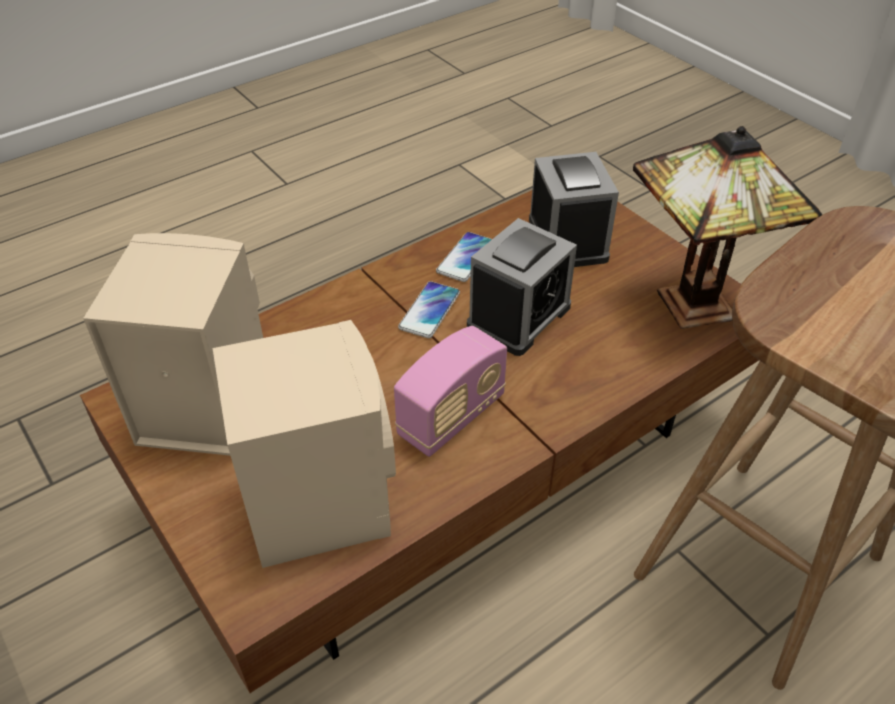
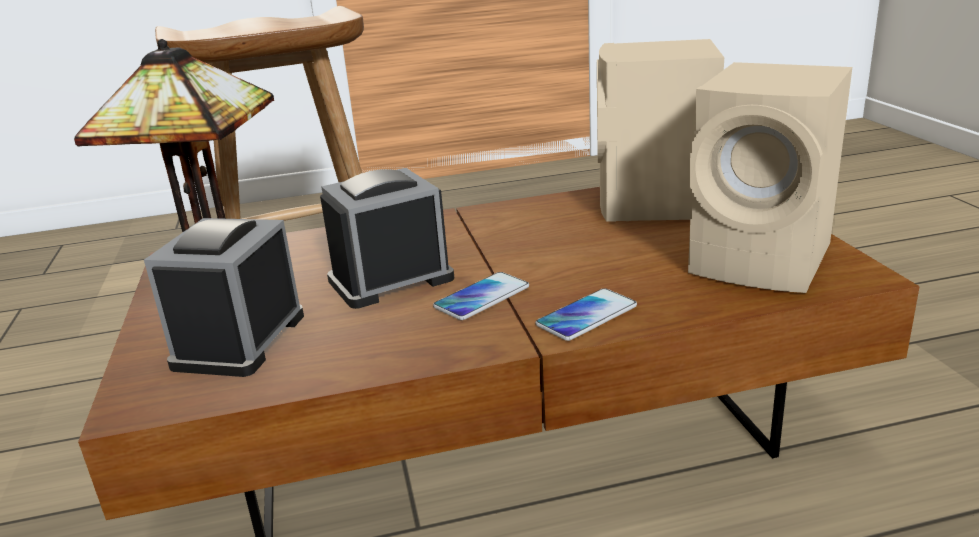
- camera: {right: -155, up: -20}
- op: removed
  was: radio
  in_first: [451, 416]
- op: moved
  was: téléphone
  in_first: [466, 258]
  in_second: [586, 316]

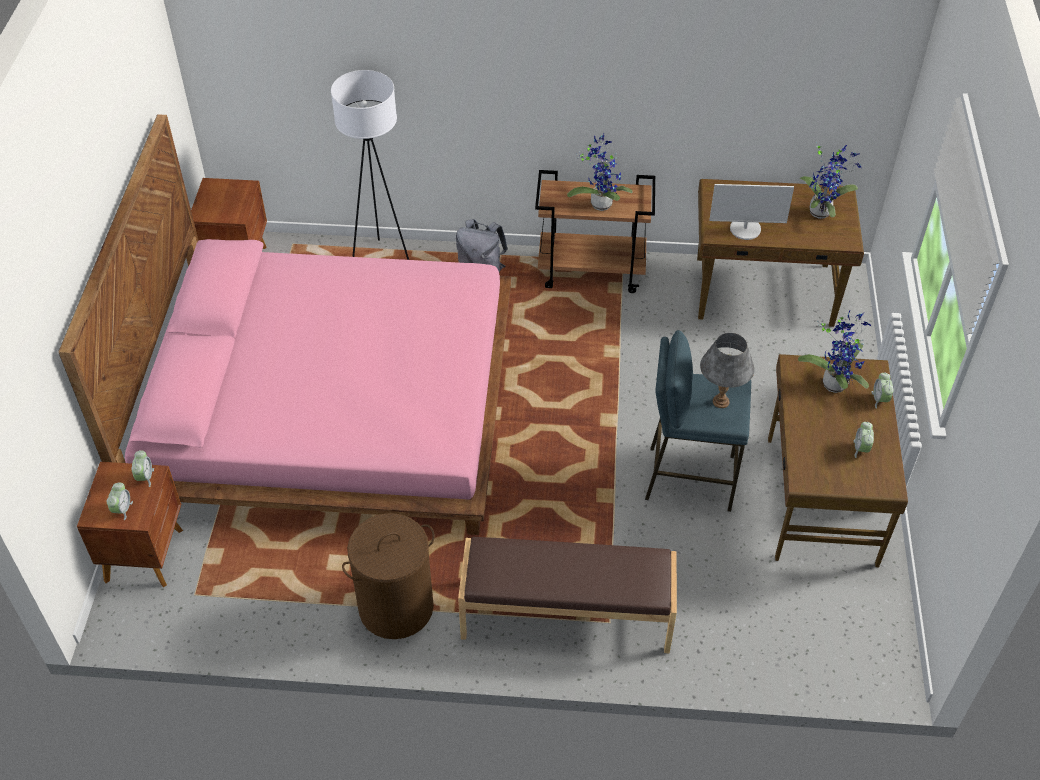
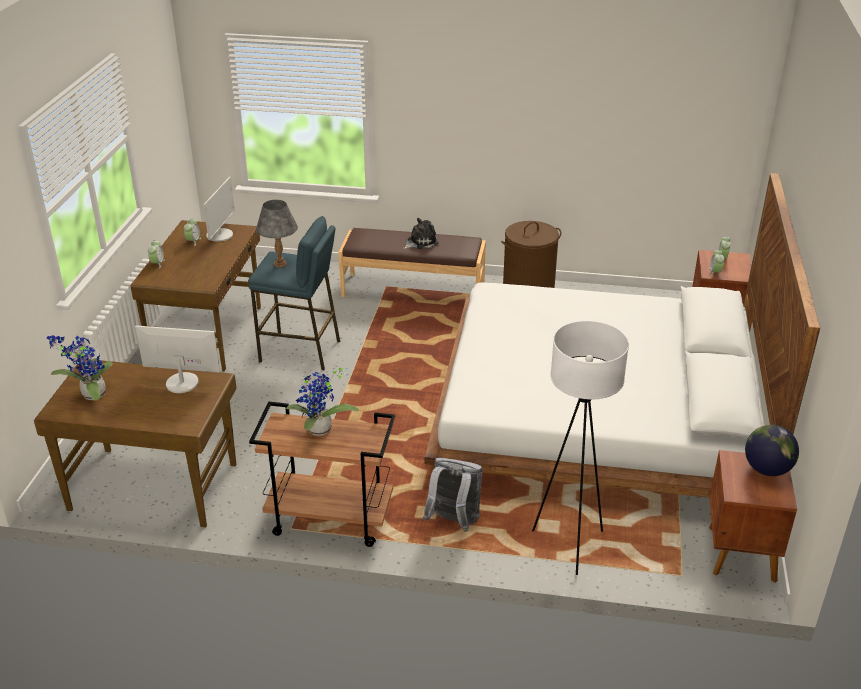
- camera: {right: -175, up: -15}
- op: removed
  was: plante en pot
  in_first: [834, 382]
- op: added
  now: écran d'ordinateur
  in_second: [220, 235]
- op: added
  now: peluche
  in_second: [420, 242]
- op: added
  now: globe
  in_second: [767, 469]
- op: recoloured
  was: lit/rose
  now: lit/blanc
  in_first: [331, 404]
  in_second: [598, 414]

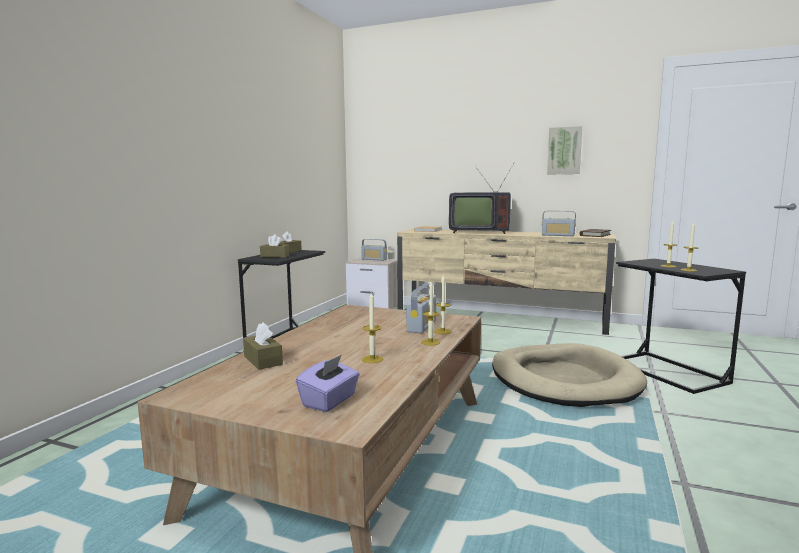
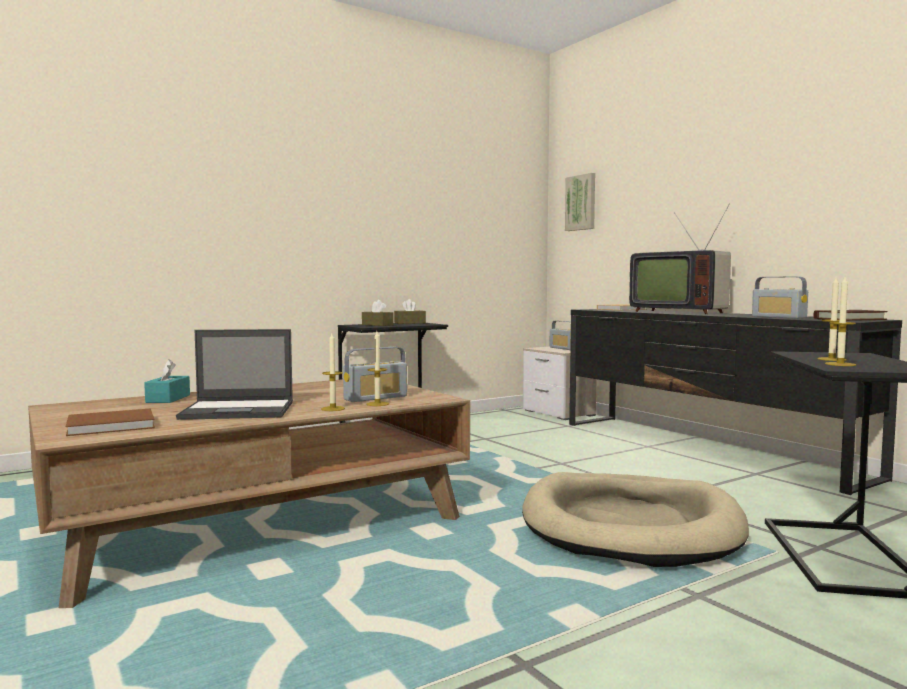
- camera: {right: 35, up: -5}
- op: moved
  was: tableau
  in_first: [564, 151]
  in_second: [581, 202]
- op: replaced
  was: boîte à mouchoirs/violet
  now: livre/marron
  in_first: [330, 401]
  in_second: [114, 425]
- op: replaced
  was: bougie
  now: ordinateur portable
  in_first: [372, 359]
  in_second: [240, 410]
- op: recoloured
  was: boîte à mouchoirs/marron
  now: boîte à mouchoirs/turquoise
  in_first: [263, 360]
  in_second: [168, 399]
- op: recoloured
  was: meuble télé/beige
  now: meuble télé/noir
  in_first: [500, 319]
  in_second: [704, 448]

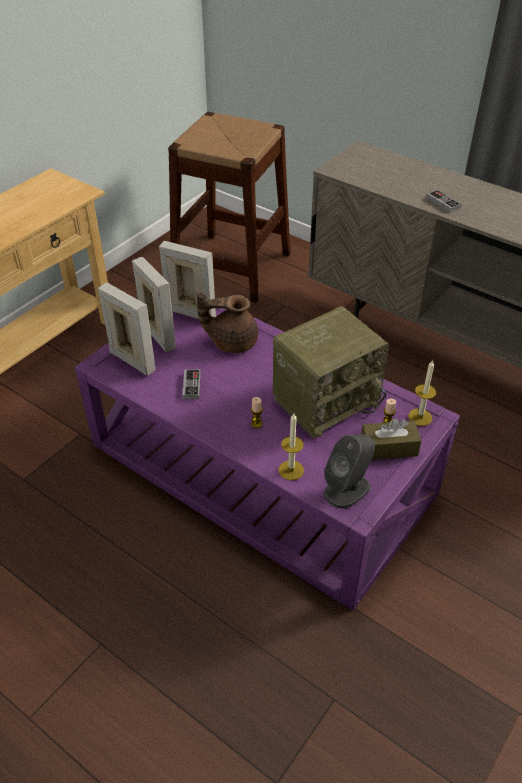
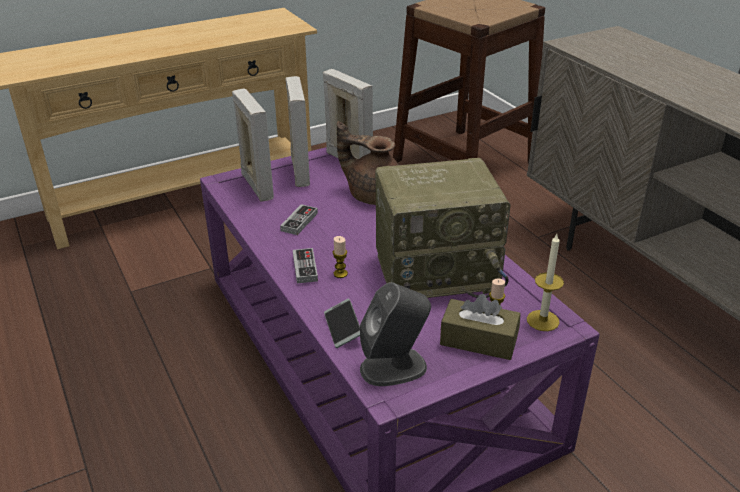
- camera: {right: 25, up: -10}
- op: moved
  was: manette
  in_first: [443, 203]
  in_second: [305, 268]
- op: replaced
  was: bougie
  now: téléphone
  in_first: [291, 470]
  in_second: [342, 328]

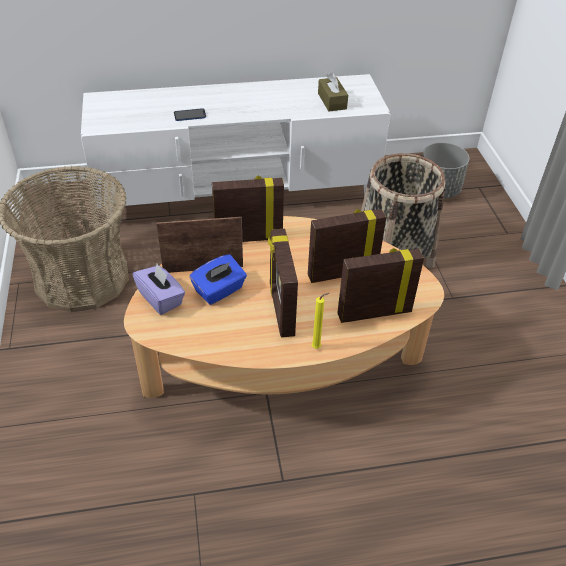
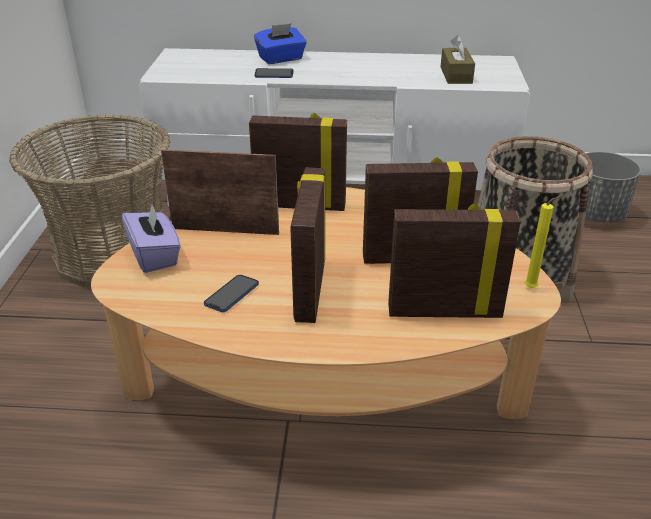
- camera: {right: 15, up: -10}
- op: added
  now: téléphone
  in_second: [231, 294]
- op: moved
  was: boîte à mouchoirs/bleu
  in_first: [219, 291]
  in_second: [281, 59]
- op: moved
  was: bougie/jaune
  in_first: [317, 347]
  in_second: [532, 288]

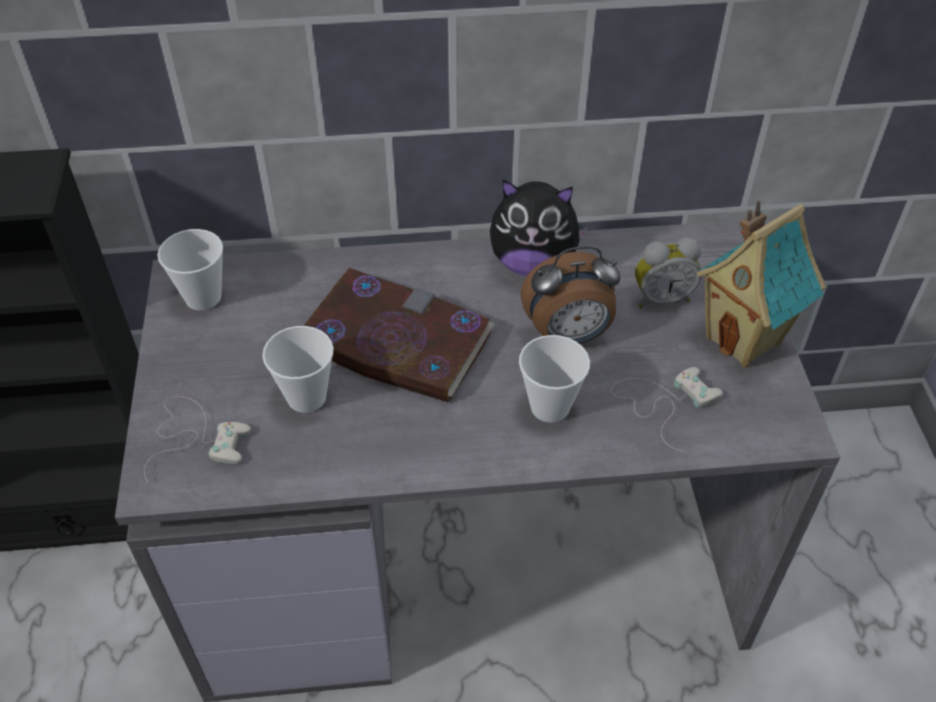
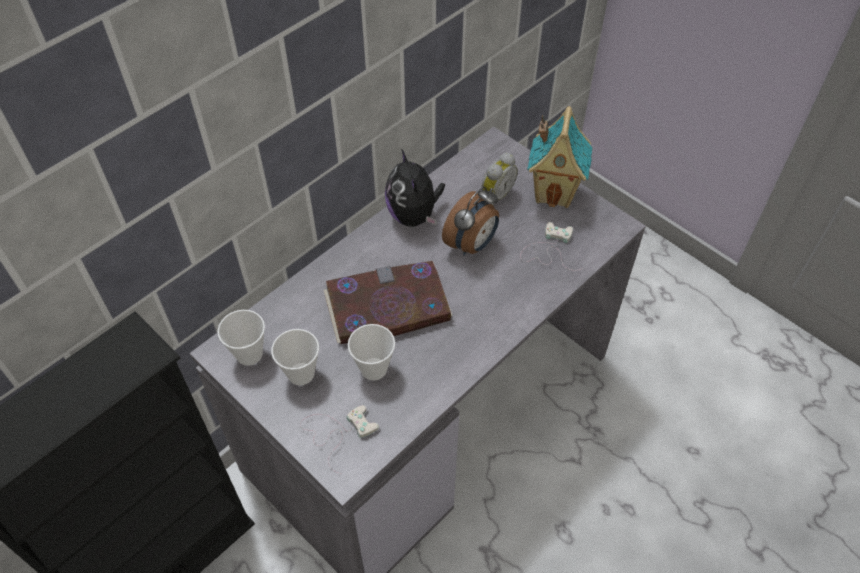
- camera: {right: -40, up: 5}
- op: moved
  was: tasse
  in_first: [550, 407]
  in_second: [301, 374]
- op: turned
  was: peluche
  in_first: [533, 263]
  in_second: [414, 215]
  clockwise: 105

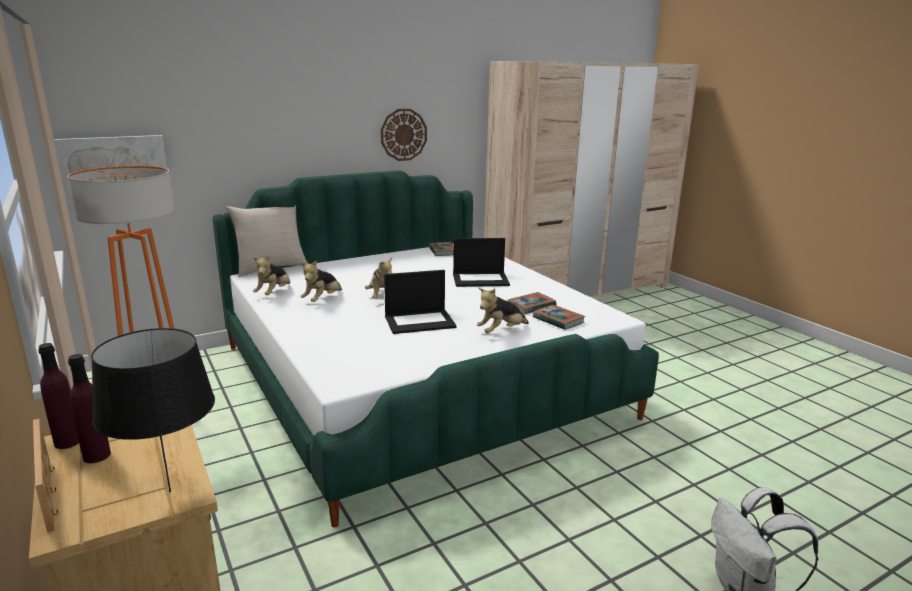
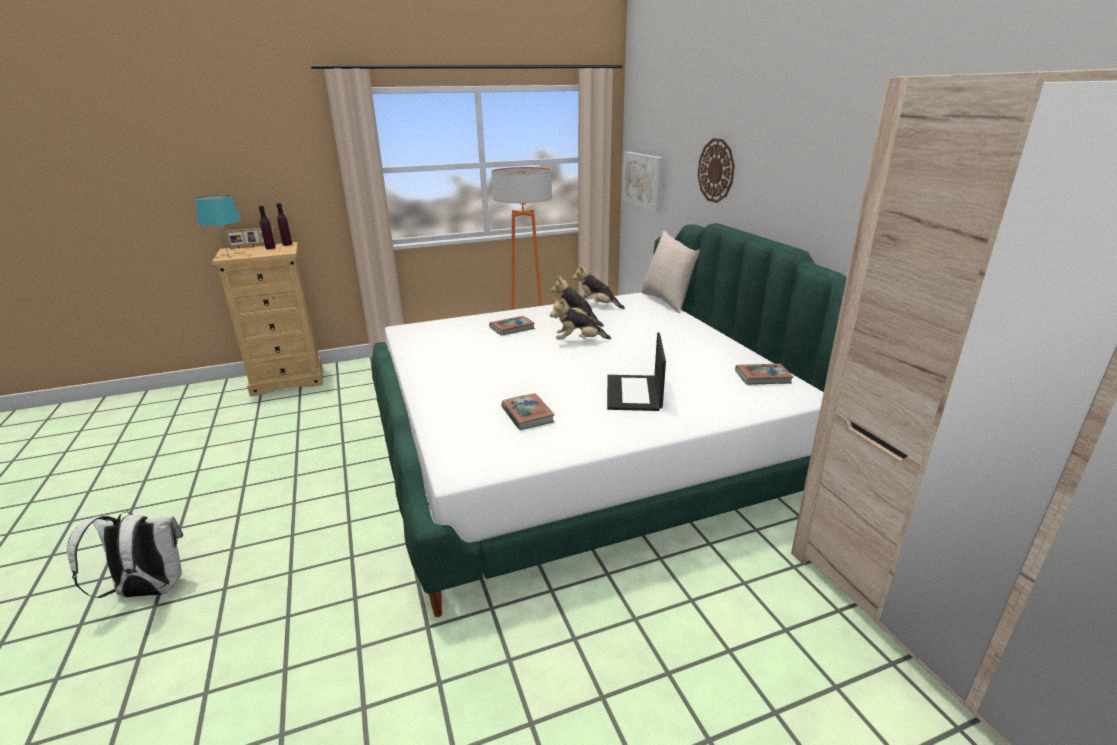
- camera: {right: 100, up: 5}
- op: removed
  was: ordinateur portable
  in_first: [420, 321]
- op: removed
  was: peluche
  in_first: [501, 331]
- op: moved
  was: horloge murale
  in_first: [403, 134]
  in_second: [716, 170]
- op: moved
  was: livre
  in_first: [558, 320]
  in_second: [512, 328]
- op: recoloured
  was: lampe de table/noir
  now: lampe de table/turquoise
  in_first: [169, 491]
  in_second: [229, 256]

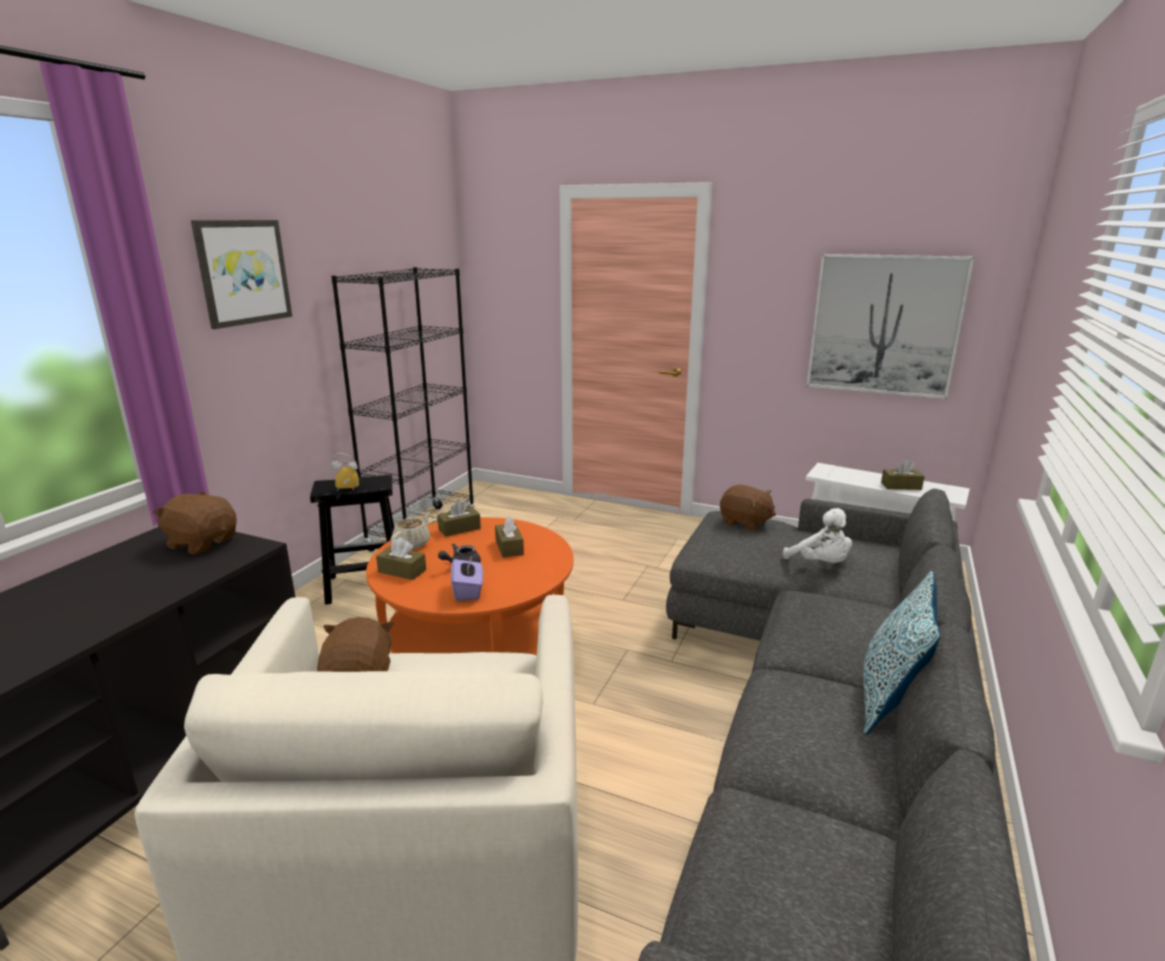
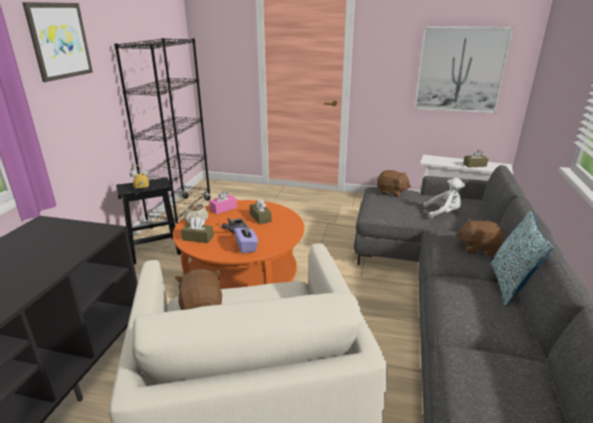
- camera: {right: -10, up: 5}
- op: moved
  was: peluche/marron
  in_first: [202, 543]
  in_second: [478, 248]
- op: recoloured
  was: boîte à mouchoirs/marron
  now: boîte à mouchoirs/rose
  in_first: [459, 529]
  in_second: [223, 209]
- op: turned
  was: peluche/blanc
  in_first: [820, 564]
  in_second: [443, 213]
  clockwise: -45

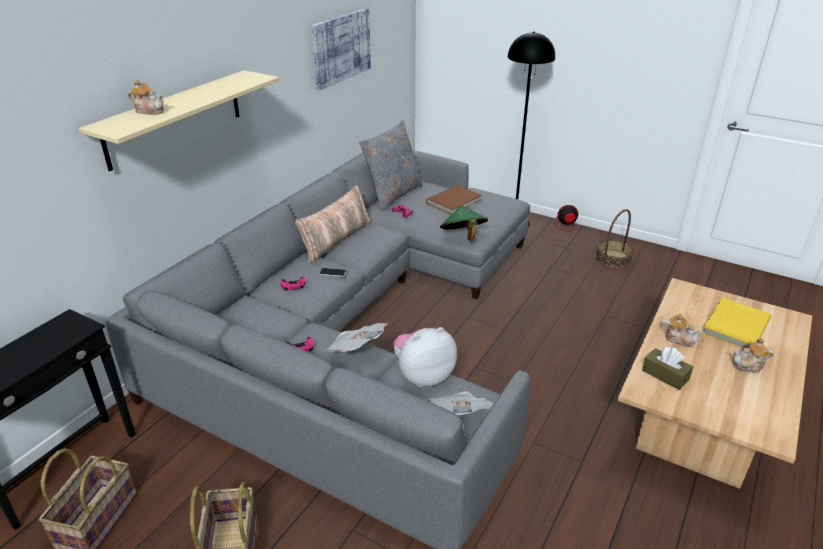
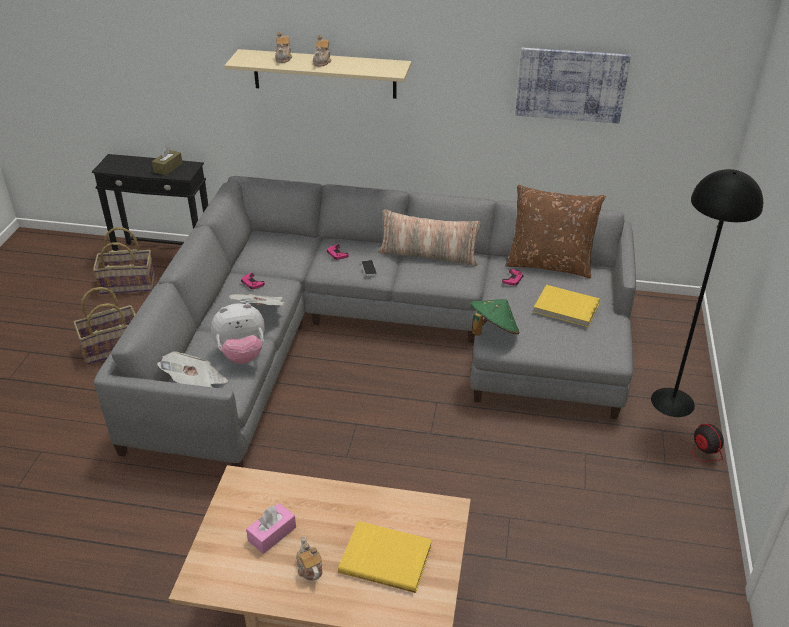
- camera: {right: 70, up: 5}
- op: removed
  was: panier
  in_first: [613, 258]
- op: added
  now: boîte à mouchoirs/rose
  in_second: [272, 534]
- op: moved
  was: boîte à mouchoirs/marron
  in_first: [665, 375]
  in_second: [168, 167]
- op: moved
  was: théière
  in_first: [678, 339]
  in_second: [322, 61]
- op: recoloured
  was: coussin/gris
  now: coussin/marron
  in_first: [393, 195]
  in_second: [549, 264]
- op: recoloured
  was: livre/marron
  now: livre/jaune
  in_first: [454, 202]
  in_second: [566, 308]
- op: turned
  was: peluche
  in_first: [423, 375]
  in_second: [242, 354]
  clockwise: 120

